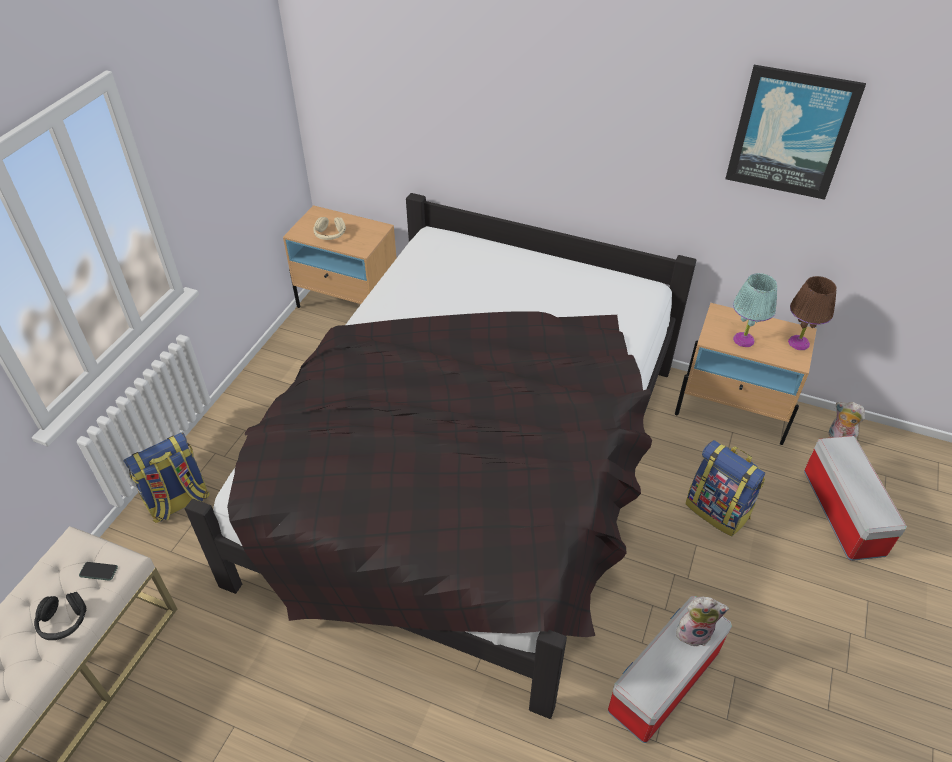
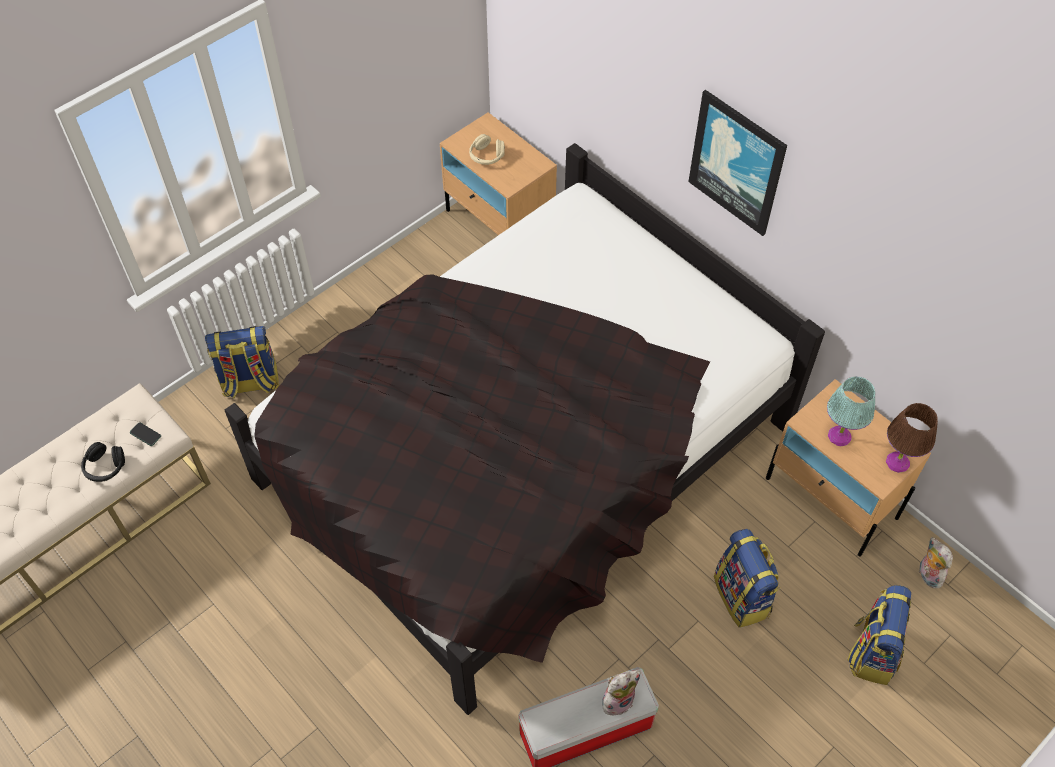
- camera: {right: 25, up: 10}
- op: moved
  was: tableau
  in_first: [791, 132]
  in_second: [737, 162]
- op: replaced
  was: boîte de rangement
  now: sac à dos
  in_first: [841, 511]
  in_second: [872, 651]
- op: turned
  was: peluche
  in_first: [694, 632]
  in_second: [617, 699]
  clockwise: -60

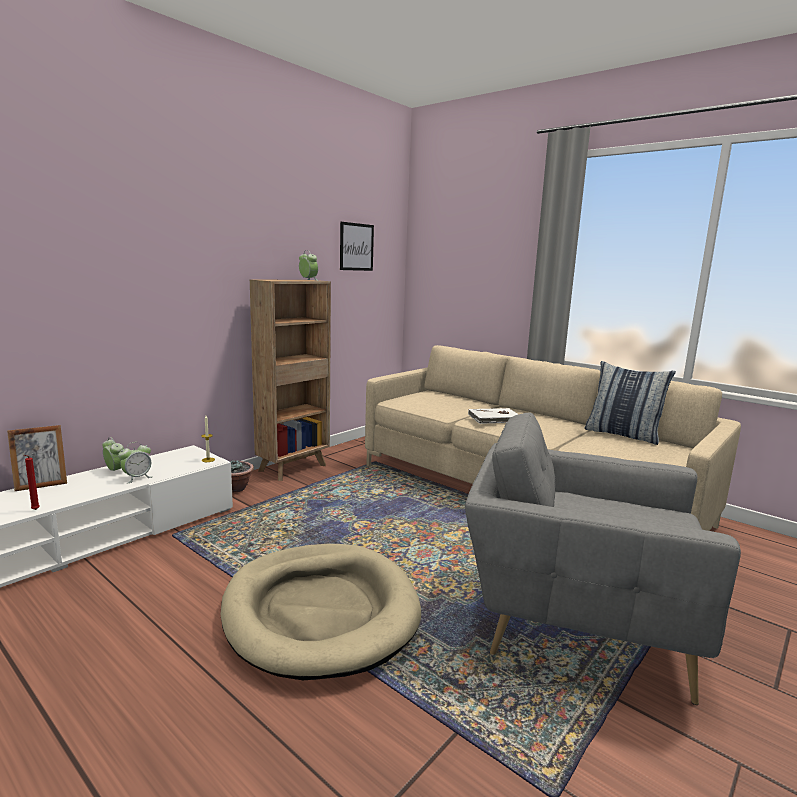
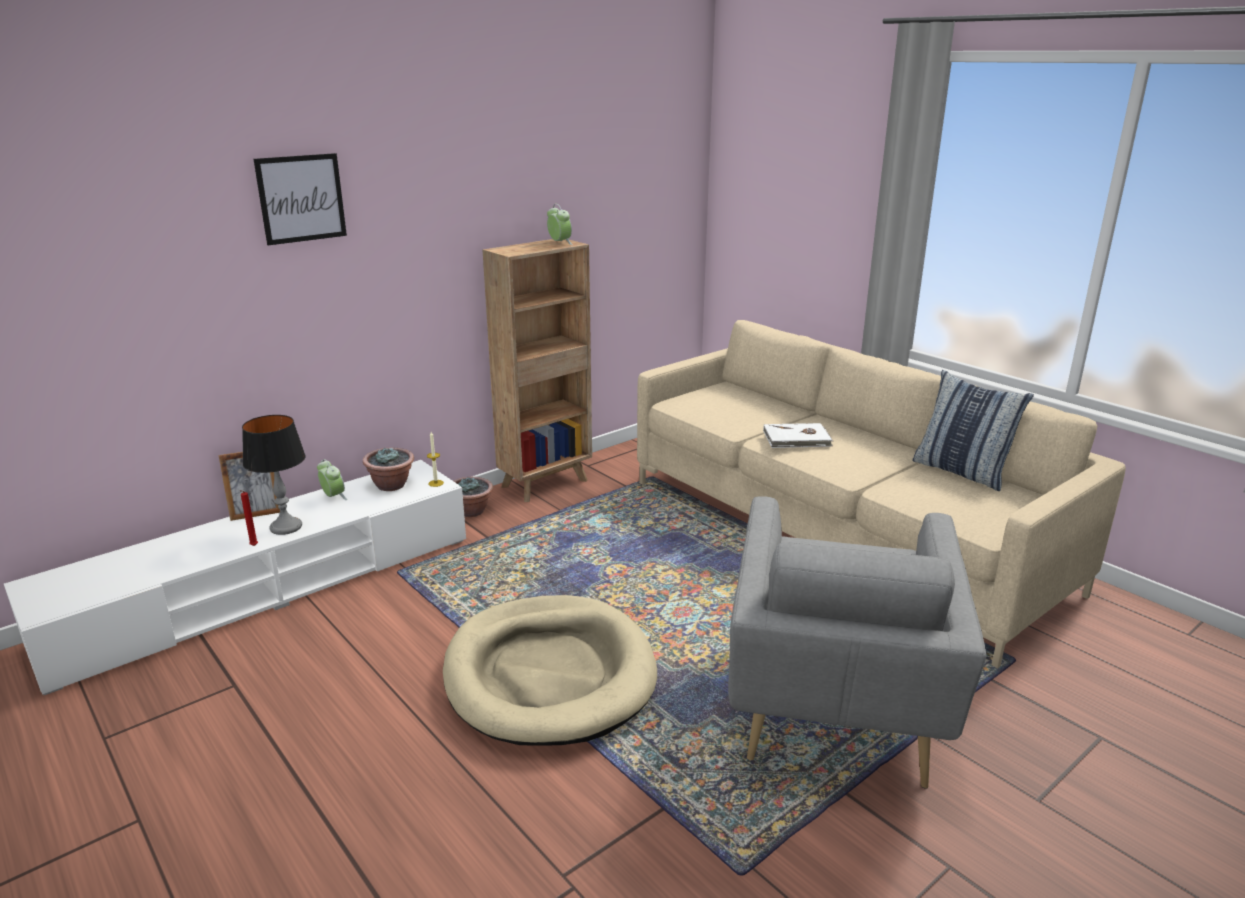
- camera: {right: 10, up: 10}
- op: removed
  was: réveil
  in_first: [137, 478]
- op: added
  now: lampe de table
  in_second: [286, 527]
- op: added
  now: plante en pot
  in_second: [391, 485]
- op: moved
  was: tableau
  in_first: [356, 247]
  in_second: [301, 198]
- op: turned
  was: fauteuil/gris
  in_first: [575, 625]
  in_second: [833, 711]
  clockwise: -105

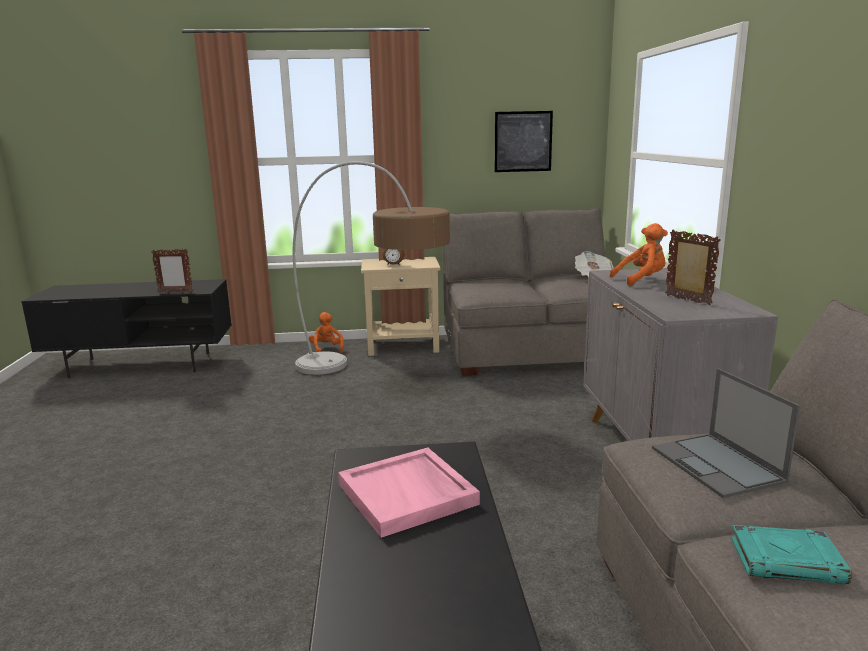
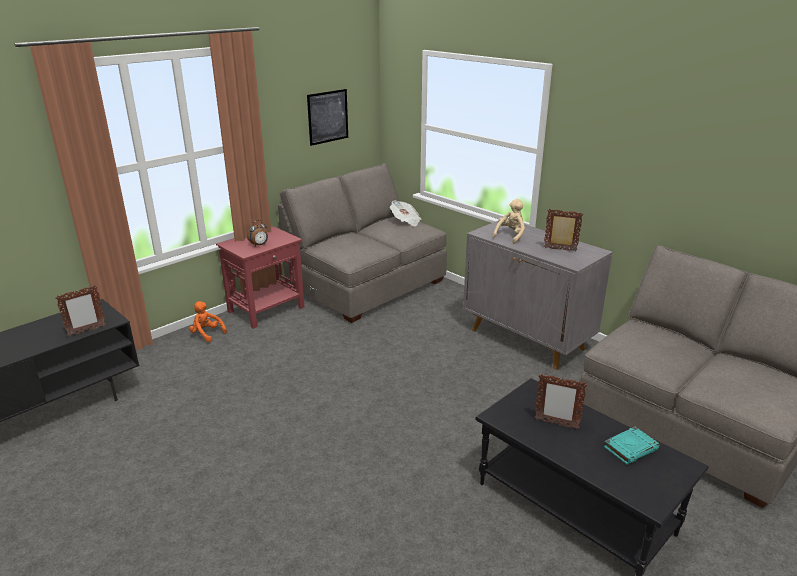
- camera: {right: -40, up: 10}
- op: removed
  was: lampadaire
  in_first: [374, 379]
- op: removed
  was: ordinateur portable
  in_first: [718, 465]
- op: moved
  was: livre/turquoise
  in_first: [787, 561]
  in_second: [631, 448]
- op: replaced
  was: plateau/rose
  now: cadre photo
  in_first: [408, 494]
  in_second: [556, 424]
- op: recoloured
  was: table d'appoint/beige
  now: table d'appoint/rouge
  in_first: [402, 345]
  in_second: [266, 309]
- op: recoloured
  was: peluche/orange
  now: peluche/beige
  in_first: [641, 280]
  in_second: [510, 236]

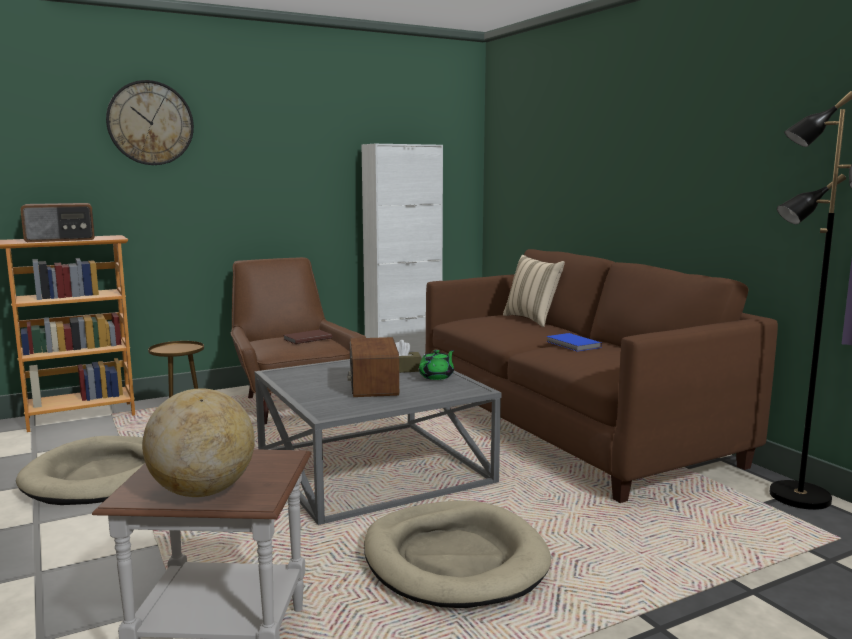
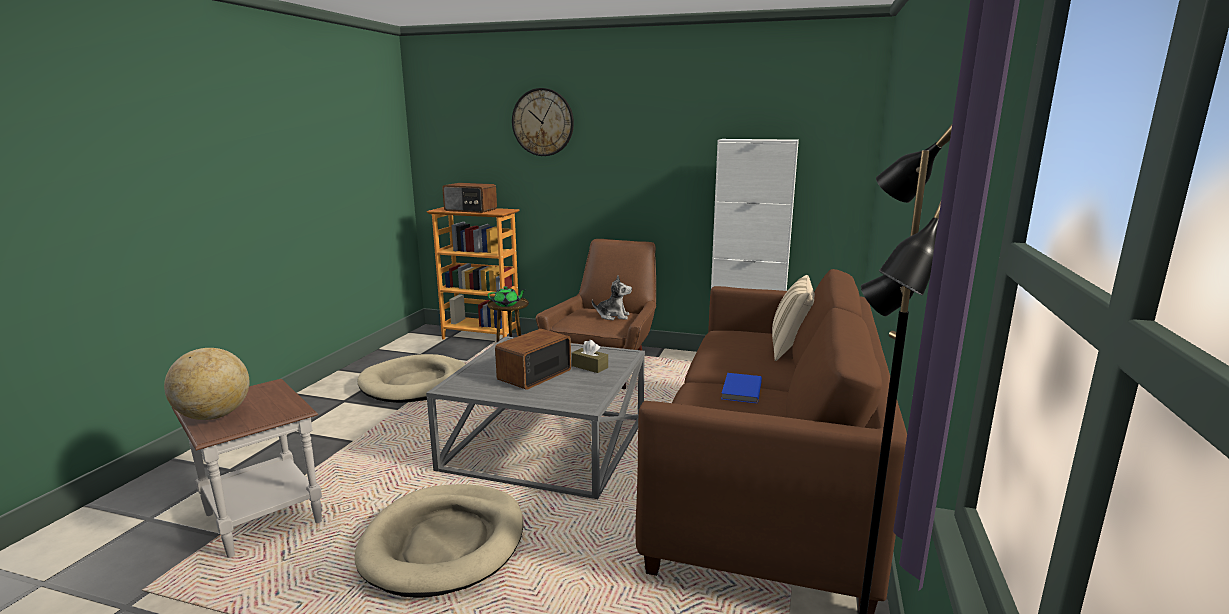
- camera: {right: 45, up: 5}
- op: moved
  was: théière/vert
  in_first: [437, 376]
  in_second: [507, 304]
- op: replaced
  was: livre/marron
  now: peluche
  in_first: [306, 339]
  in_second: [613, 316]

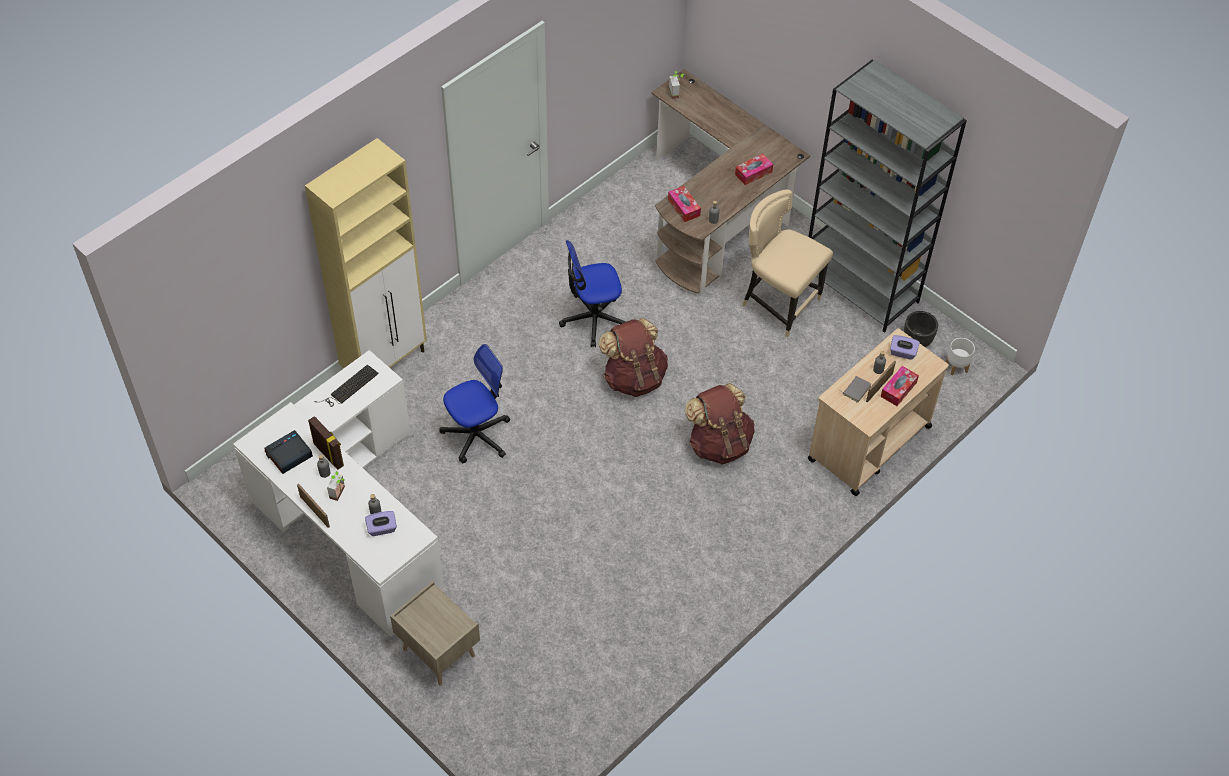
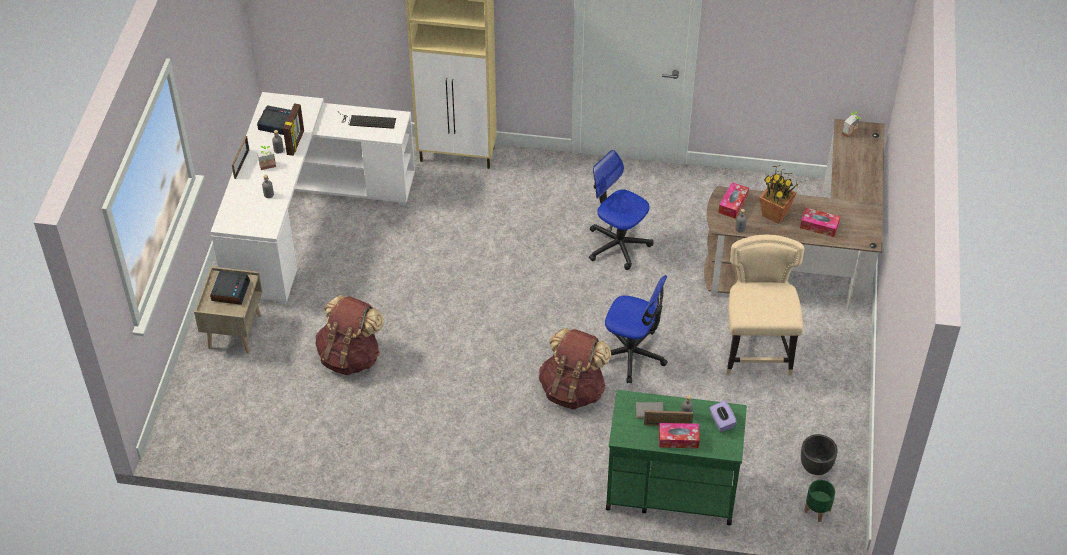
- camera: {right: 55, up: -5}
- op: removed
  was: boîte à mouchoirs/violet
  in_first: [382, 529]
- op: removed
  was: bibliothèque/gris
  in_first: [861, 287]
- op: added
  now: réveil
  in_second: [230, 291]
- op: added
  now: plante en pot
  in_second: [775, 214]
- op: moved
  was: chaise de bureau
  in_first: [477, 435]
  in_second: [631, 354]
- op: moved
  was: sac à dos/marron
  in_first: [634, 377]
  in_second: [350, 356]
- op: recoloured
  was: chariot/beige
  now: chariot/vert
  in_first: [868, 443]
  in_second: [670, 490]
- op: recoloured
  was: cache-pot/blanc
  now: cache-pot/vert
  in_first: [956, 367]
  in_second: [817, 511]

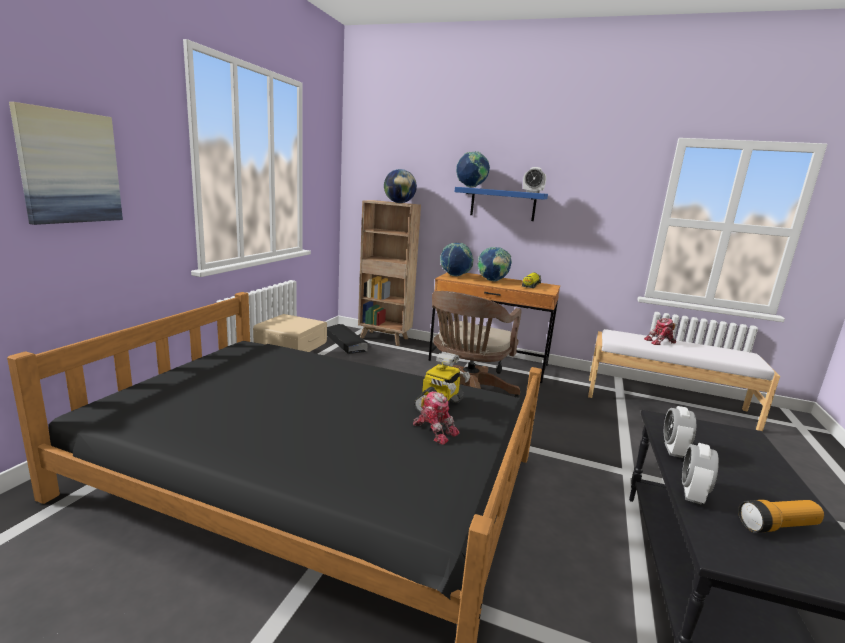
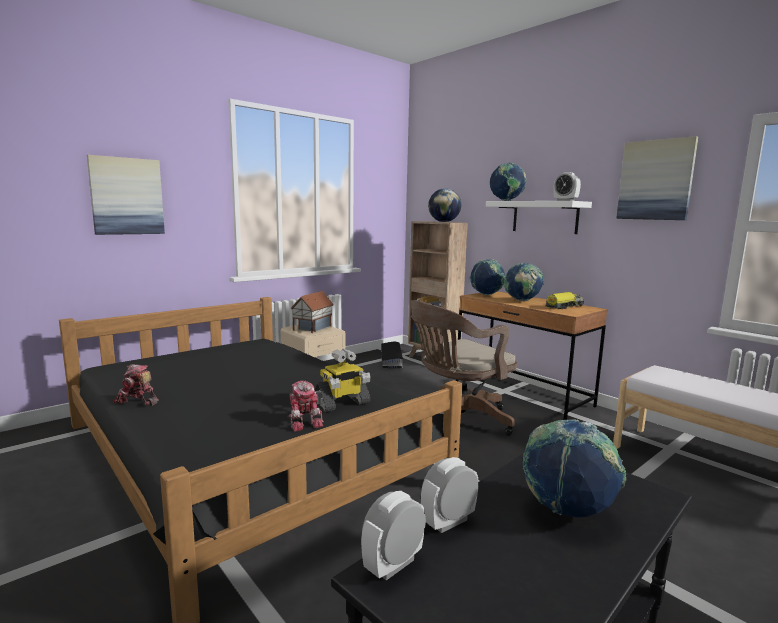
- camera: {right: 30, up: -5}
- op: removed
  was: lampe de poche
  in_first: [777, 526]
- op: added
  now: maison miniature
  in_second: [312, 328]
- op: added
  now: globe
  in_second: [567, 511]
- op: added
  now: tableau
  in_second: [655, 180]
- op: moved
  was: robot jouet
  in_first: [660, 342]
  in_second: [137, 401]
- op: moved
  was: réveil
  in_first: [673, 450]
  in_second: [393, 565]
- op: recoloured
  was: étagère/bleu
  now: étagère/blanc
  in_first: [503, 204]
  in_second: [545, 217]

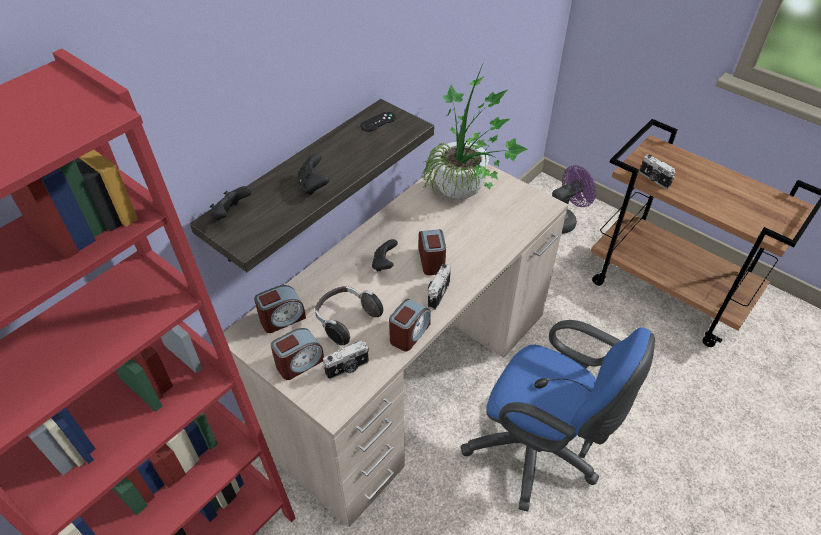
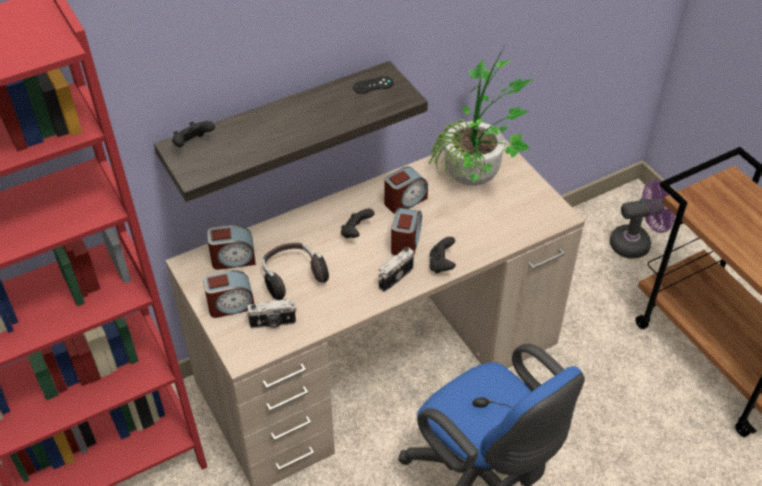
- camera: {right: 20, up: 0}
- op: removed
  was: appareil photo
  in_first: [653, 179]
- op: moved
  was: manette/noir
  in_first: [313, 186]
  in_second: [441, 264]
- op: moved
  was: réveil
  in_first: [409, 333]
  in_second: [405, 201]

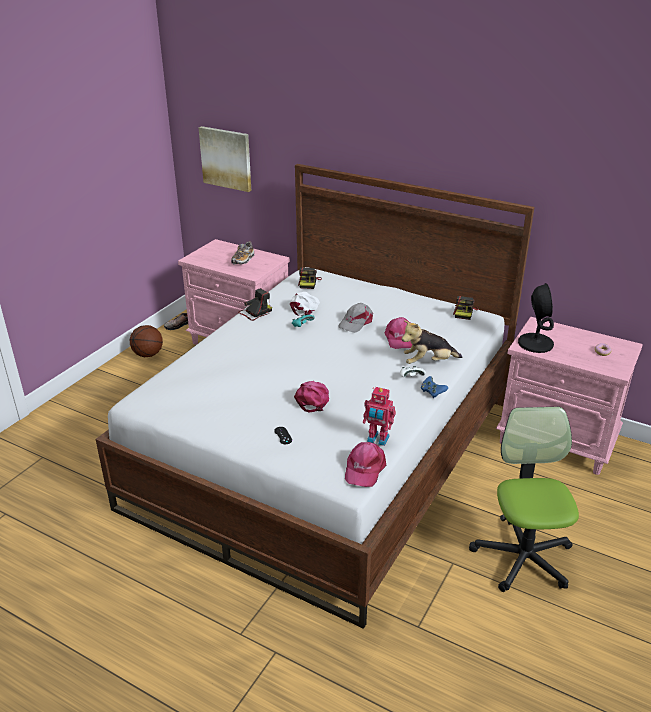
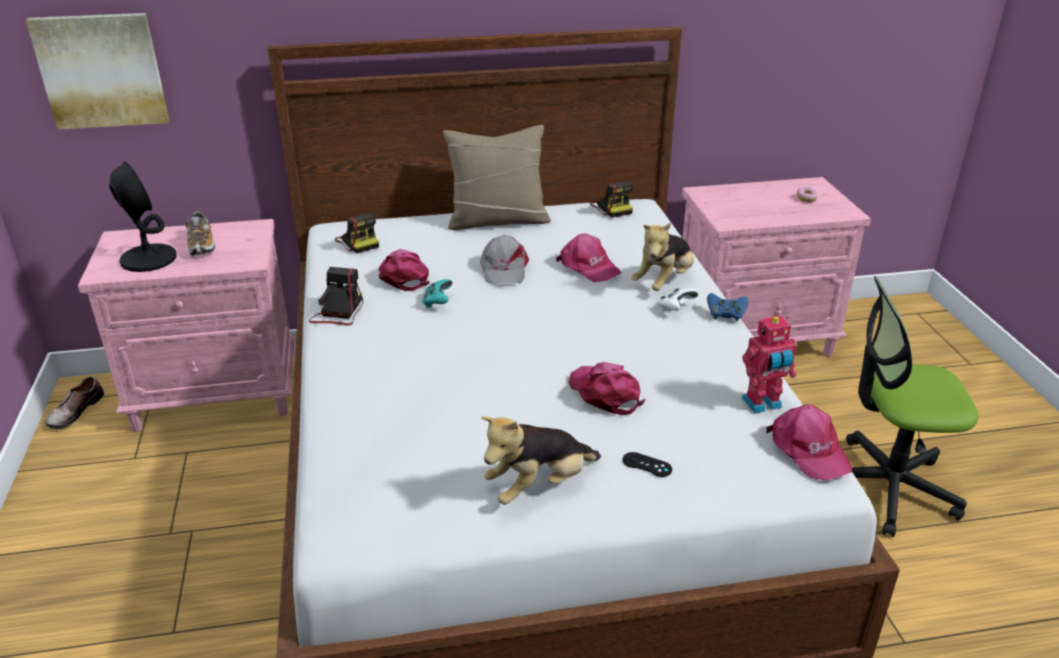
- camera: {right: -40, up: 0}
- op: removed
  was: ballon de basket
  in_first: [148, 354]
- op: added
  now: coussin/beige
  in_second: [498, 220]
- op: added
  now: peluche
  in_second: [539, 486]
- op: moved
  was: lampe de table/noir
  in_first: [535, 343]
  in_second: [148, 259]
- op: recoloured
  was: casquette/blanc
  now: casquette/rose
  in_first: [305, 307]
  in_second: [403, 276]
- op: turned
  was: chaise de bureau
  in_first: [523, 557]
  in_second: [887, 486]
  clockwise: -45

